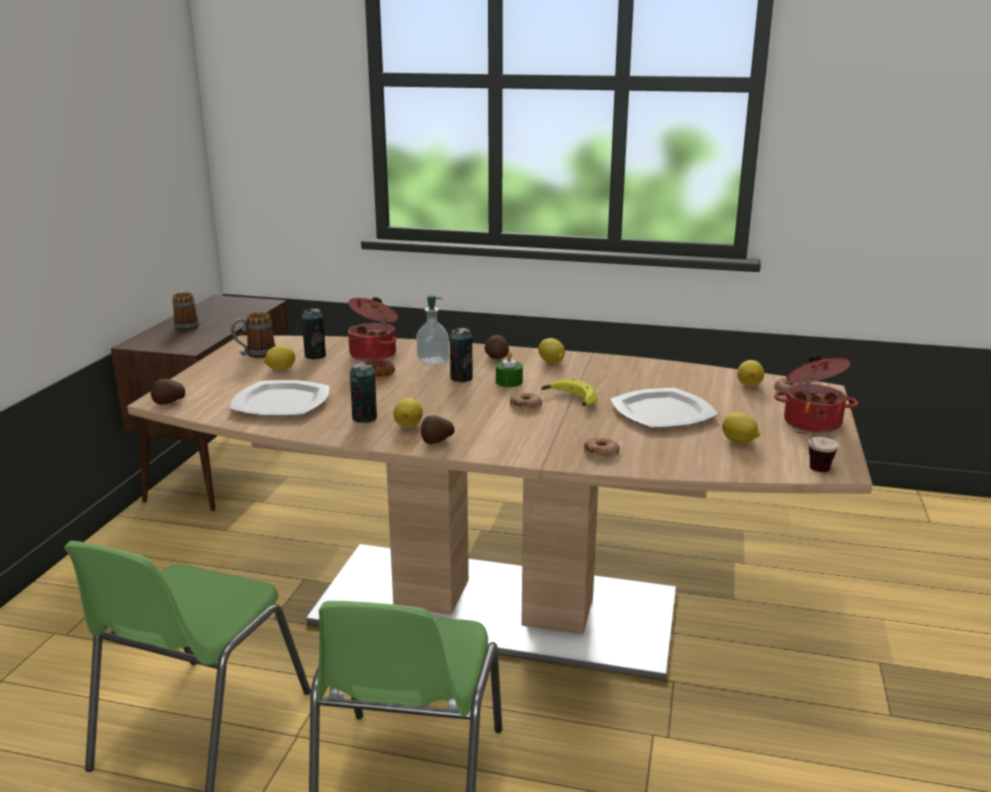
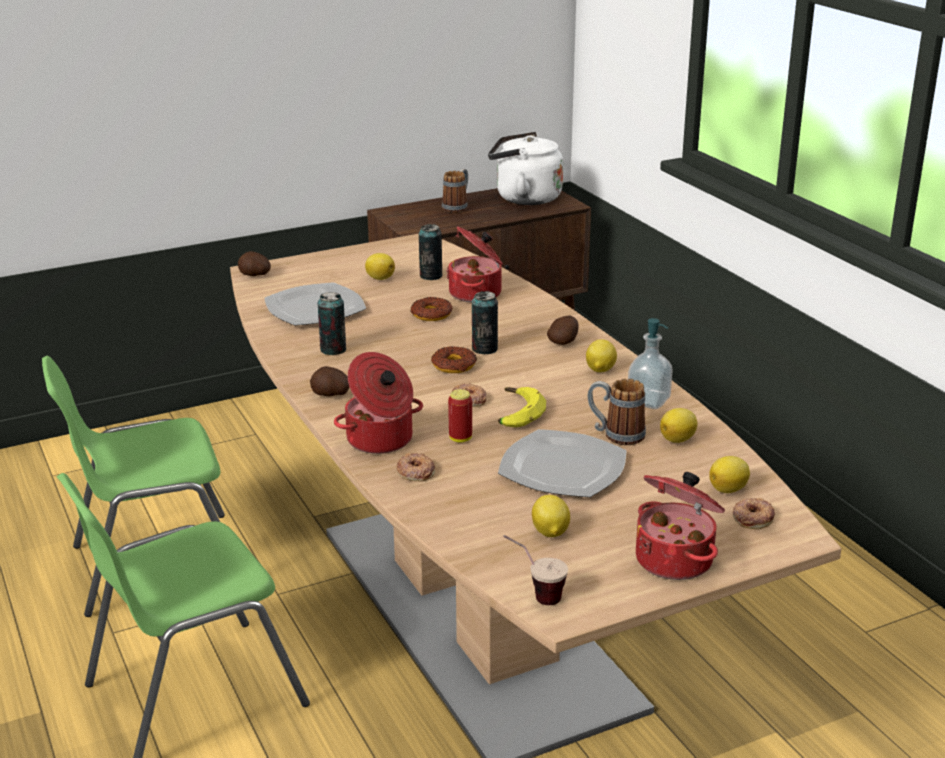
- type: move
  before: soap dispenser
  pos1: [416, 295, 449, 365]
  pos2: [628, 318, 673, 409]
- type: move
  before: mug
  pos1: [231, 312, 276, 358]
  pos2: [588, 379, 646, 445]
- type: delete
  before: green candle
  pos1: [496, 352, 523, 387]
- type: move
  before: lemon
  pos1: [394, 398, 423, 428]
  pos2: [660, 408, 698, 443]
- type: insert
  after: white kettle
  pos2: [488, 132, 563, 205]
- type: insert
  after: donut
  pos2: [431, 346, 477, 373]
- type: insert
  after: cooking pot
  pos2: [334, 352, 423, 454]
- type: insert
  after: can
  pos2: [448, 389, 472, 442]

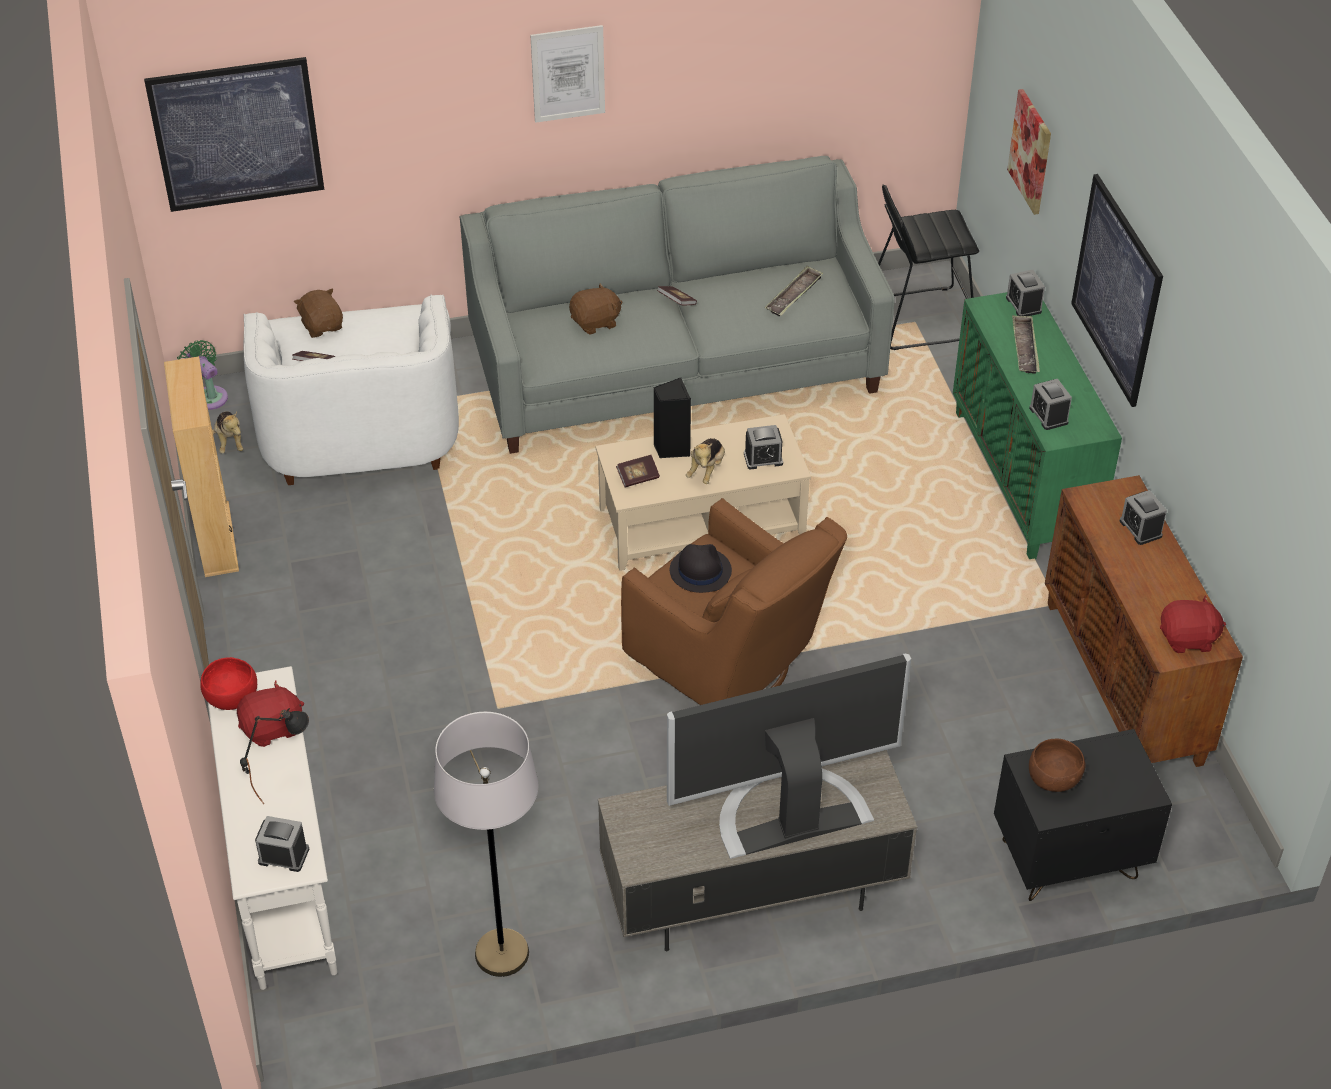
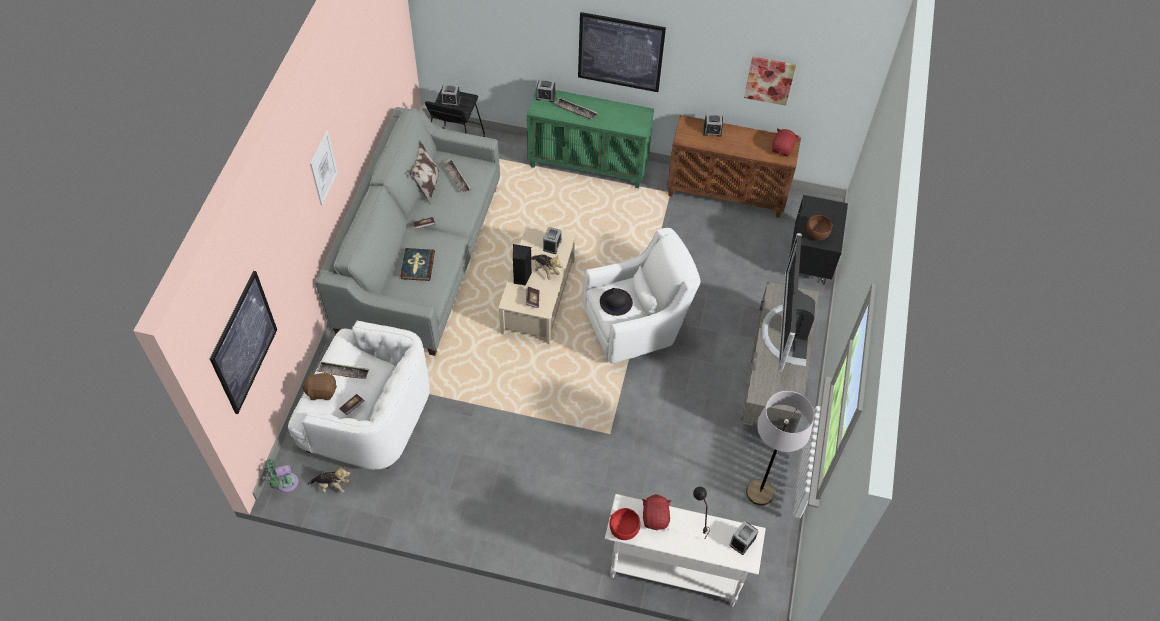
- type: move
  before: picture
  pos1: [1007, 89, 1051, 215]
  pos2: [744, 56, 796, 106]
- type: replace
  before: brown plush toy
  after: book
  pos1: [569, 283, 622, 335]
  pos2: [400, 248, 435, 281]
- type: delete
  before: beige bookcase
  pos1: [164, 356, 239, 577]
- type: move
  before: alarm clock
  pos1: [1029, 379, 1072, 430]
  pos2: [441, 84, 461, 107]
- type: recolor
  before: brown armchair
  after: white armchair
  pos1: [621, 498, 847, 705]
  pos2: [583, 228, 701, 364]
- type: insert
  after: pillow
  pos2: [410, 142, 439, 204]
- type: insert
  after: tray
  pos2: [316, 361, 369, 379]

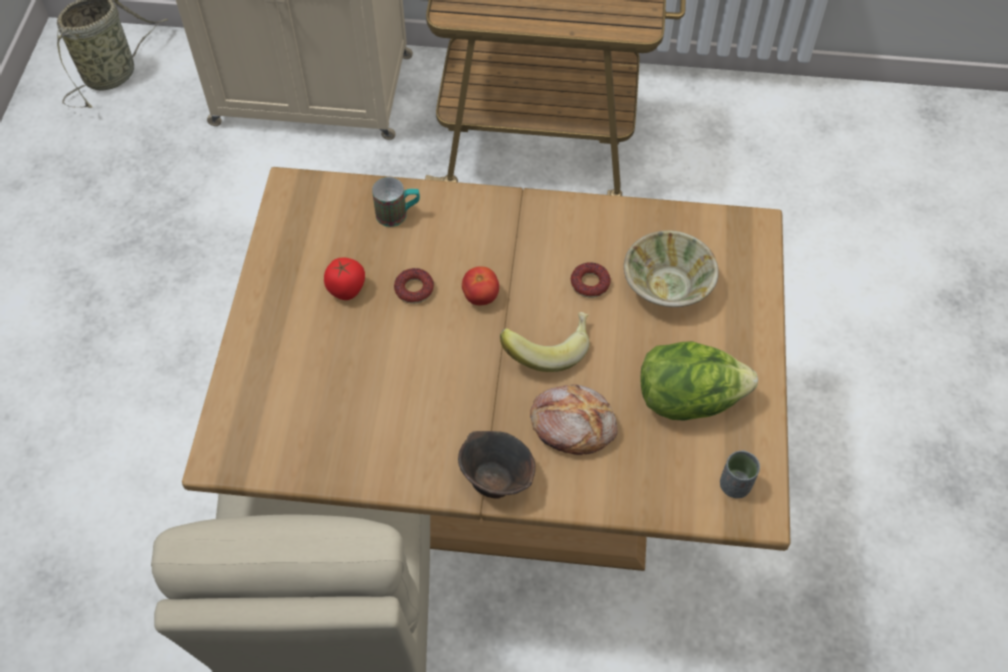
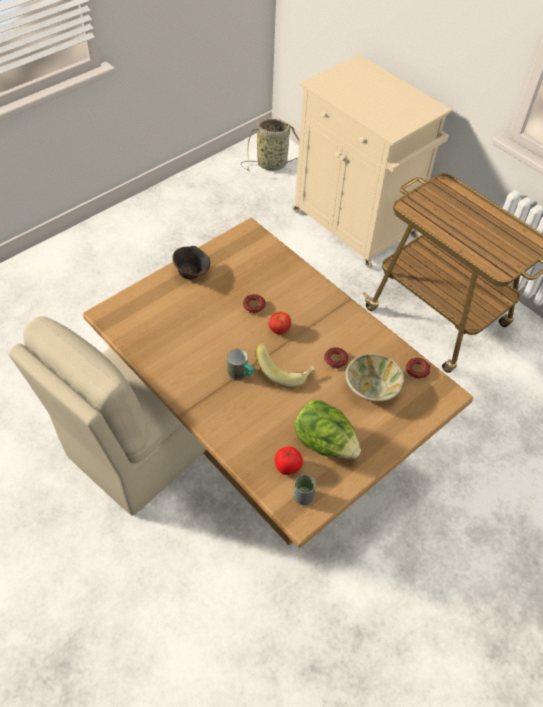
- type: move
  before: mug
  pos1: [372, 177, 420, 227]
  pos2: [227, 349, 254, 381]
- type: move
  before: tomato
  pos1: [324, 258, 365, 300]
  pos2: [275, 446, 303, 475]
- type: delete
  before: bread
  pos1: [530, 384, 618, 455]
- type: move
  before: brown bowl
  pos1: [458, 431, 536, 499]
  pos2: [172, 246, 210, 280]
- type: insert
  after: donut
  pos2: [406, 358, 431, 379]

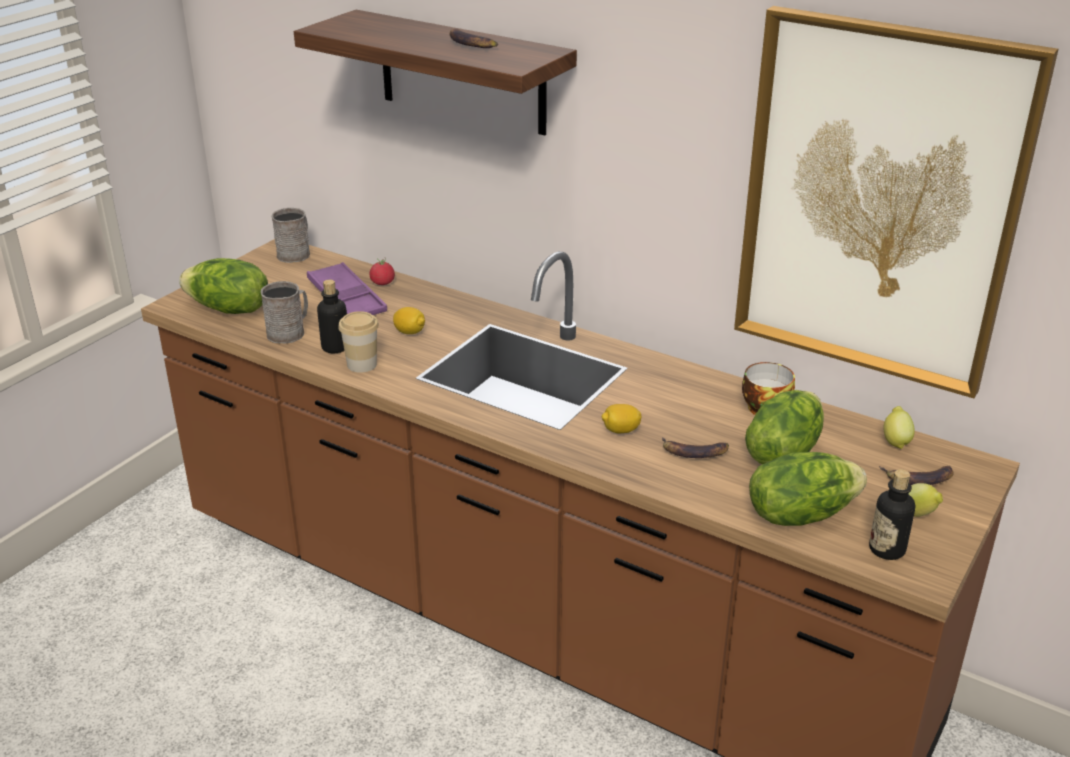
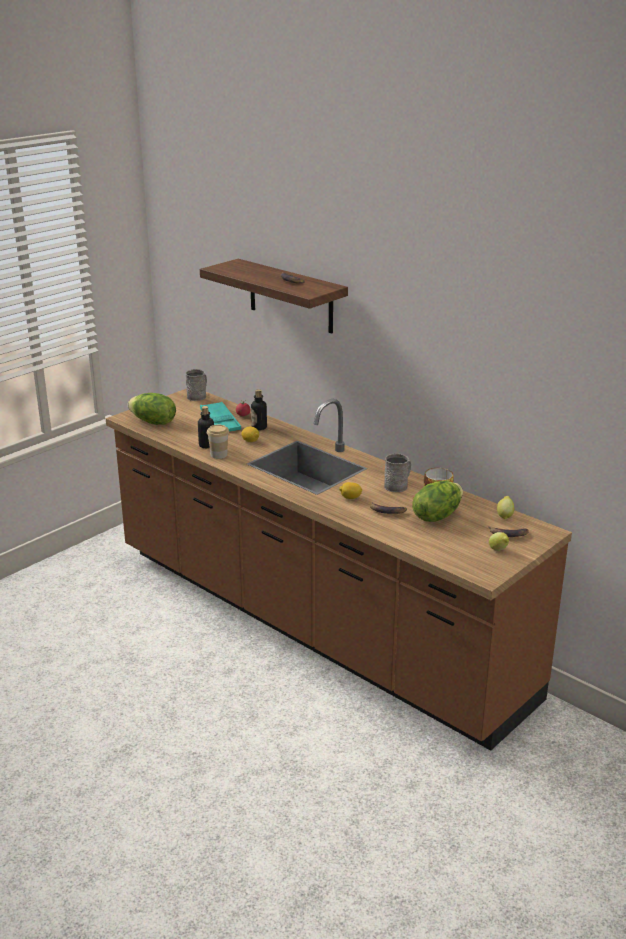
- type: delete
  before: picture
  pos1: [734, 6, 1058, 398]
- type: recolor
  before: purple tray
  after: turquoise tray
  pos1: [307, 262, 387, 315]
  pos2: [200, 402, 241, 432]
- type: move
  before: grey mug
  pos1: [261, 281, 308, 343]
  pos2: [384, 453, 411, 492]
- type: delete
  before: lettuce
  pos1: [749, 452, 867, 526]
- type: move
  before: bottle
  pos1: [869, 469, 916, 560]
  pos2: [251, 389, 267, 430]

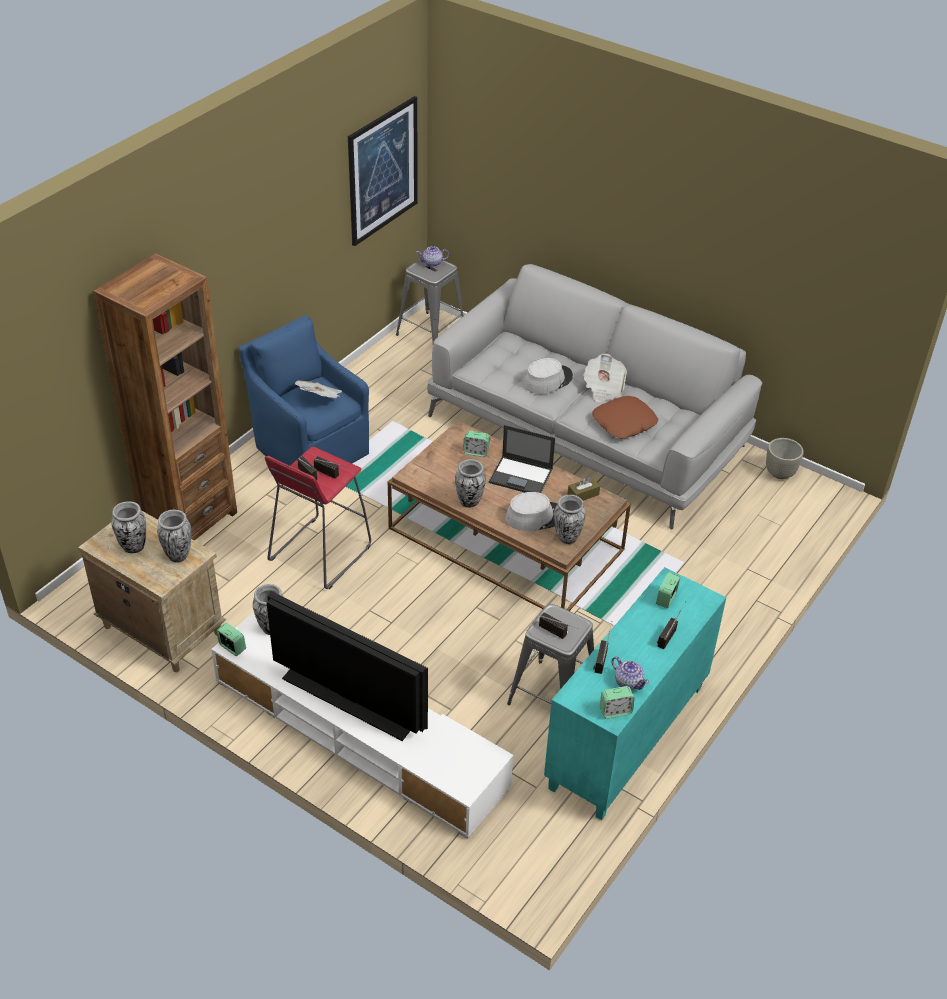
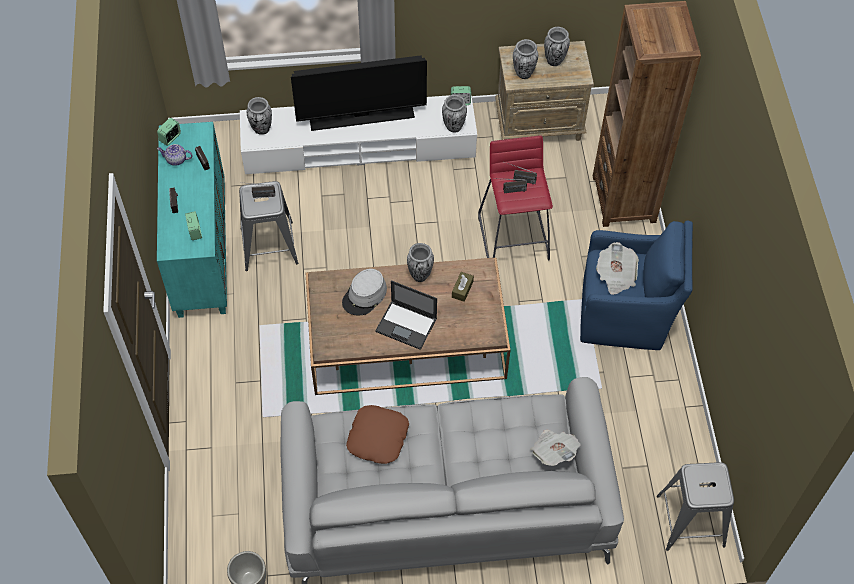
- type: delete
  before: picture
  pos1: [348, 96, 418, 246]
- type: delete
  before: teapot
  pos1: [416, 246, 449, 267]
- type: move
  before: newspaper
  pos1: [583, 354, 627, 402]
  pos2: [530, 430, 581, 466]
- type: delete
  before: grey hat
  pos1: [524, 358, 573, 394]
- type: rotate
  before: laptop
  pos1: [489, 425, 555, 493]
  pos2: [375, 280, 437, 350]
  turn: -135
- type: delete
  before: alarm clock
  pos1: [463, 431, 489, 457]
- type: move
  before: brown tissue box
  pos1: [568, 477, 600, 501]
  pos2: [452, 272, 474, 302]
- type: move
  before: vase
  pos1: [554, 495, 586, 544]
  pos2: [247, 97, 272, 135]

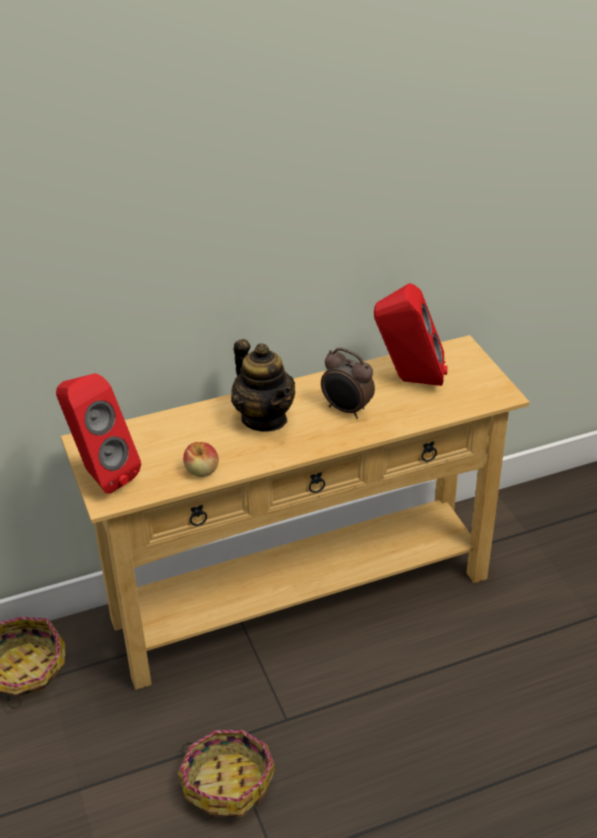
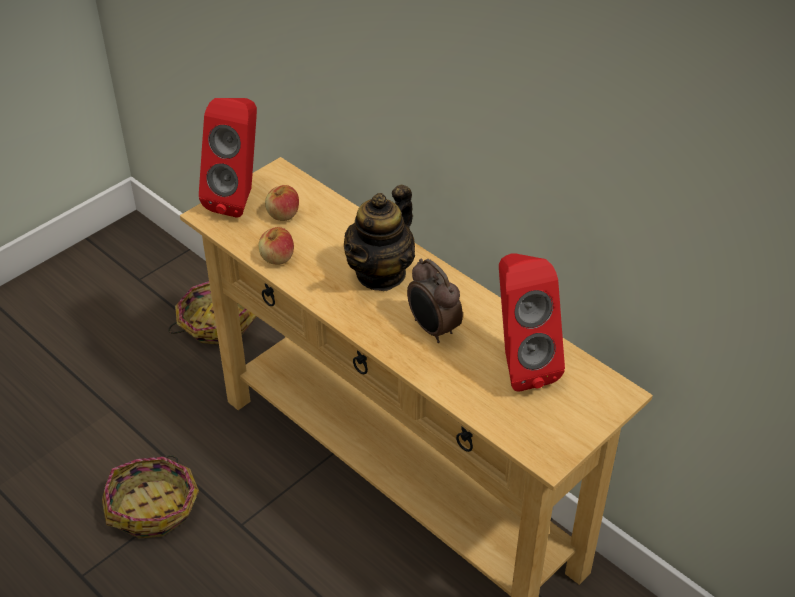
- type: rotate
  before: alarm clock
  pos1: [321, 347, 375, 419]
  pos2: [407, 259, 463, 343]
  turn: -45
- type: insert
  after: apple
  pos2: [265, 185, 299, 221]

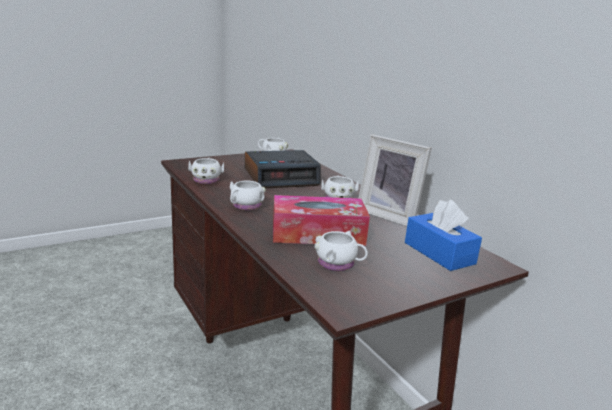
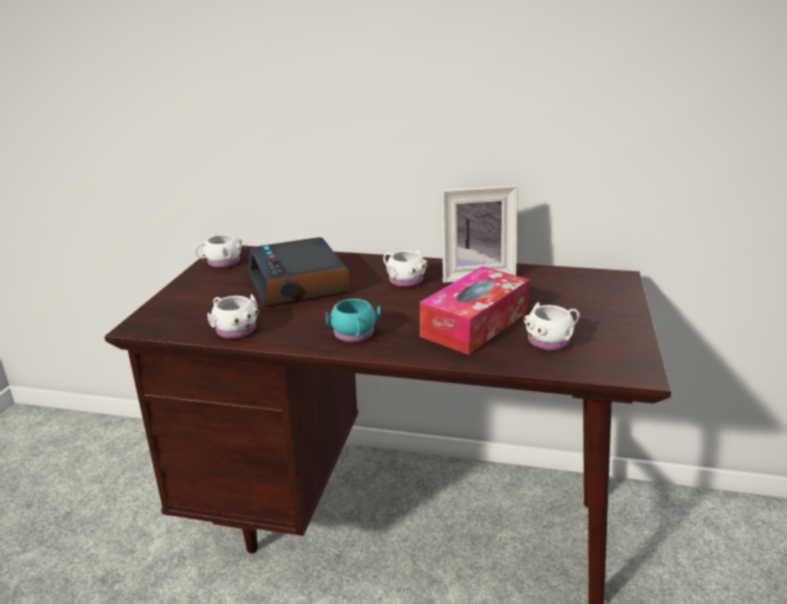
- type: rotate
  before: alarm clock
  pos1: [245, 150, 321, 188]
  pos2: [248, 237, 350, 307]
  turn: 135
- type: recolor
  before: white mug
  after: turquoise mug
  pos1: [230, 181, 266, 210]
  pos2: [326, 299, 380, 342]
- type: delete
  before: blue tissue box
  pos1: [405, 199, 482, 271]

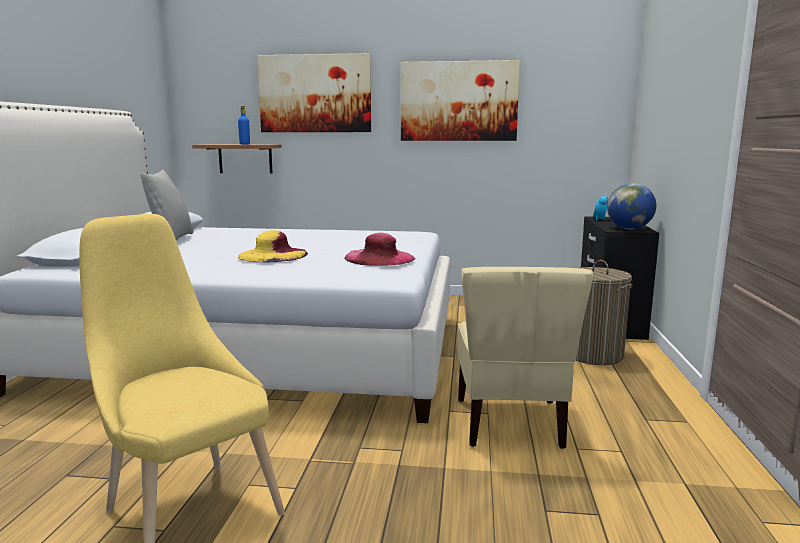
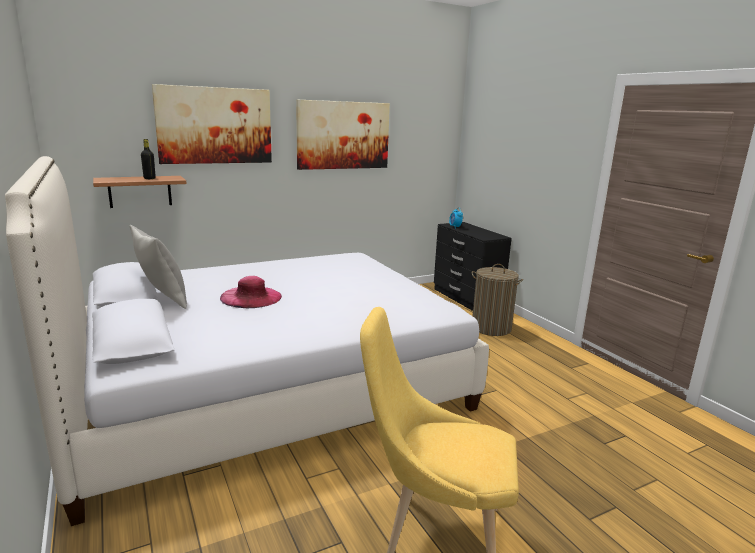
- type: recolor
  before: blue bottle
  after: black bottle
  pos1: [238, 106, 250, 144]
  pos2: [141, 139, 156, 179]
- type: delete
  before: globe
  pos1: [607, 183, 656, 229]
- type: delete
  before: yellow hat
  pos1: [238, 230, 308, 262]
- type: move
  before: pink hat
  pos1: [344, 233, 415, 266]
  pos2: [220, 276, 282, 308]
- type: delete
  before: beige chair
  pos1: [458, 267, 593, 449]

